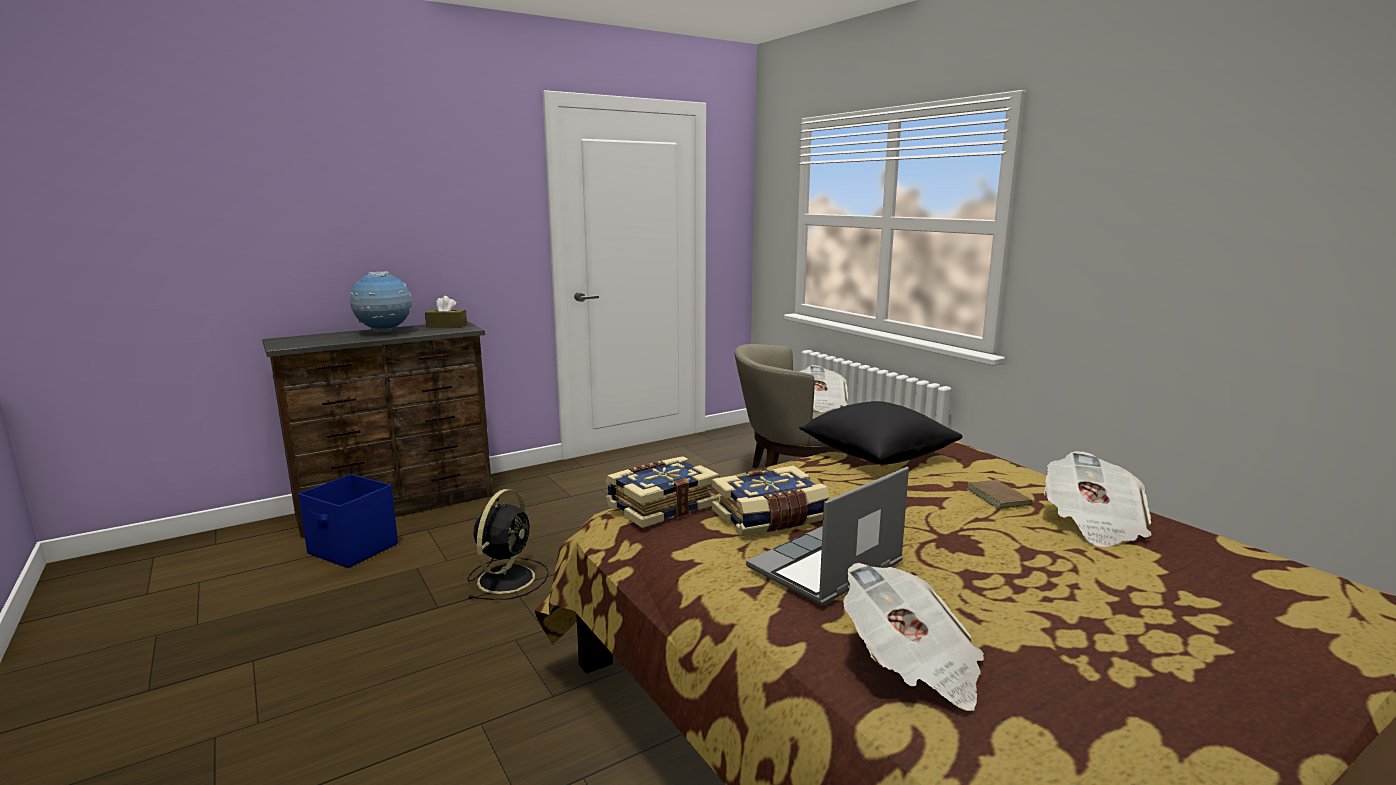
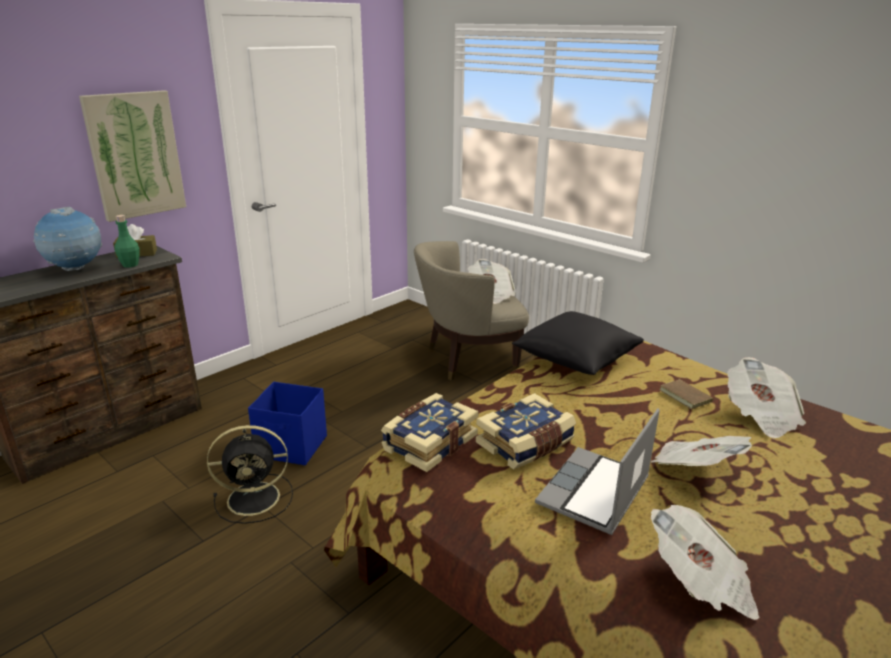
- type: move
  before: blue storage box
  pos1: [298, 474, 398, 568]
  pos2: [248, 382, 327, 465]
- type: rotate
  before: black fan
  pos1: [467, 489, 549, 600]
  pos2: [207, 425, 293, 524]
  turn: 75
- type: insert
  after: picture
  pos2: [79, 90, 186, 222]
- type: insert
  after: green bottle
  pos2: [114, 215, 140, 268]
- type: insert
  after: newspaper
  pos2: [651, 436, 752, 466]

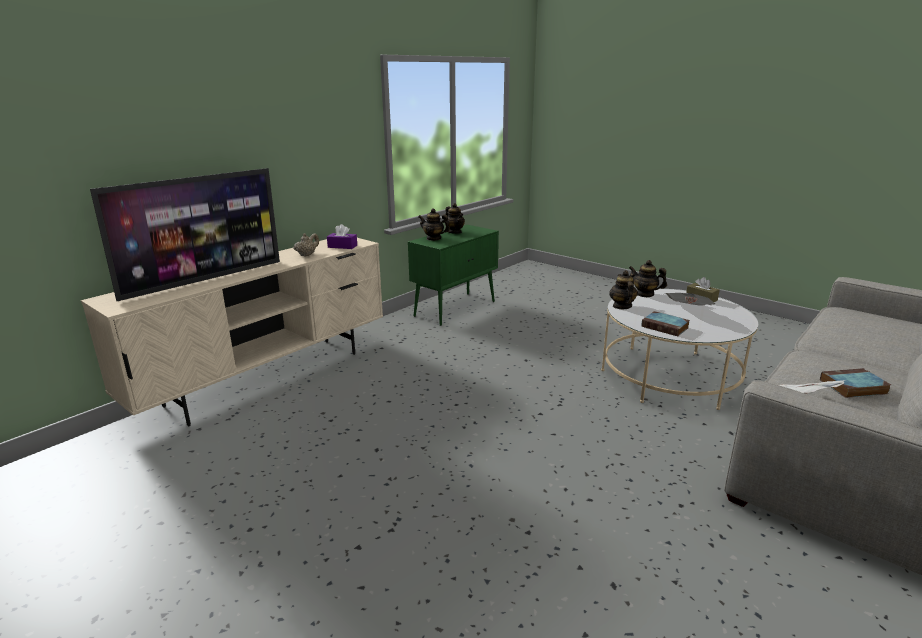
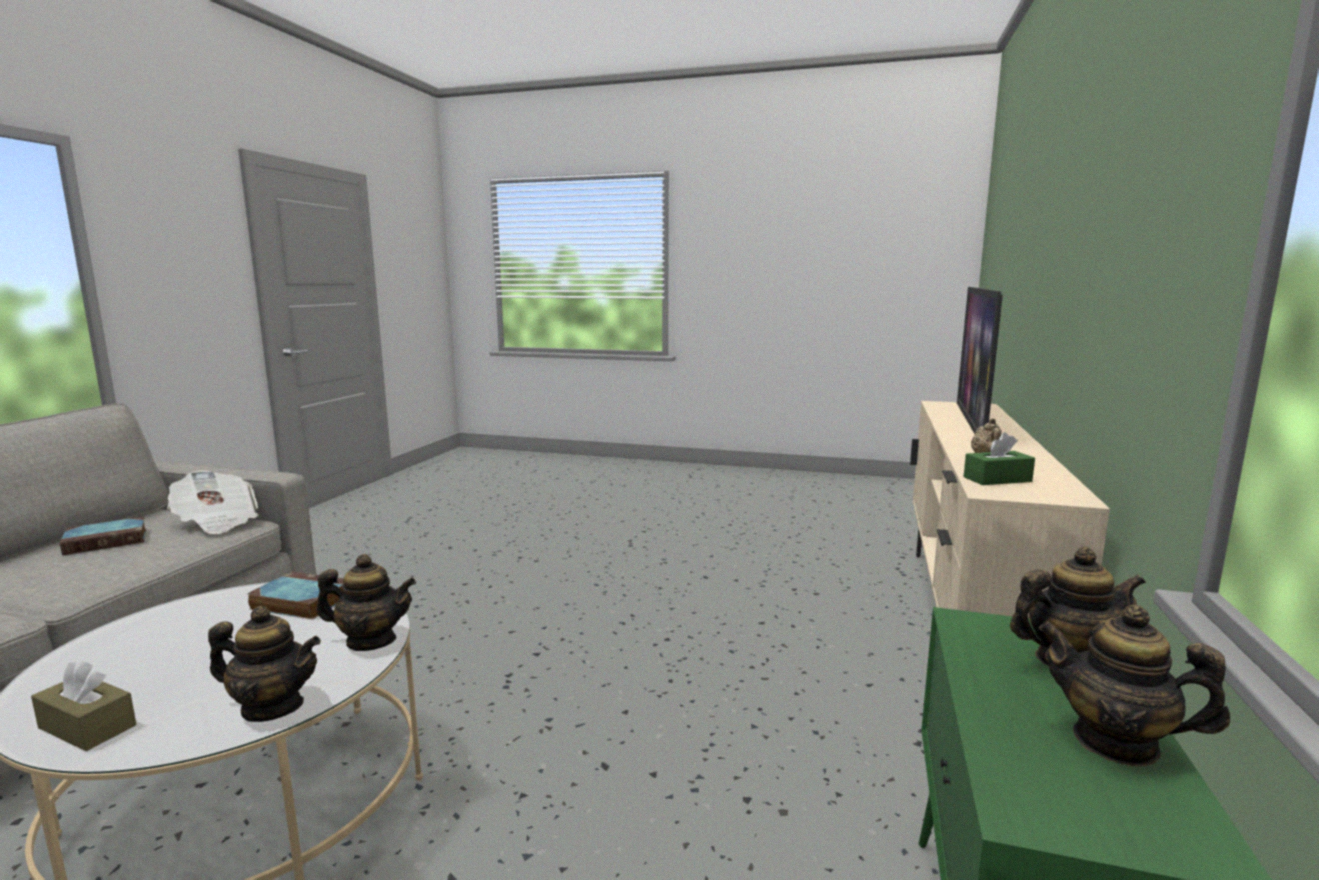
- type: recolor
  before: purple tissue box
  after: green tissue box
  pos1: [327, 224, 357, 249]
  pos2: [964, 432, 1035, 485]
- type: rotate
  before: teapot
  pos1: [609, 270, 638, 309]
  pos2: [316, 554, 416, 651]
  turn: -60
- type: delete
  before: newspaper
  pos1: [665, 293, 715, 306]

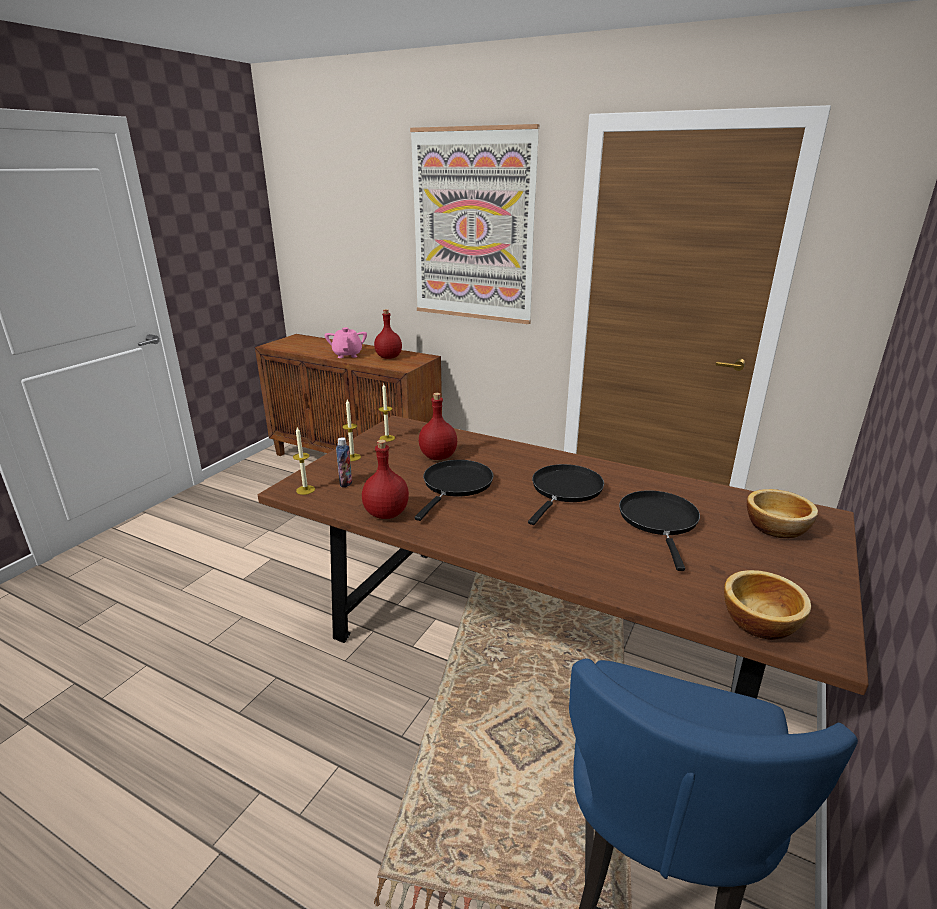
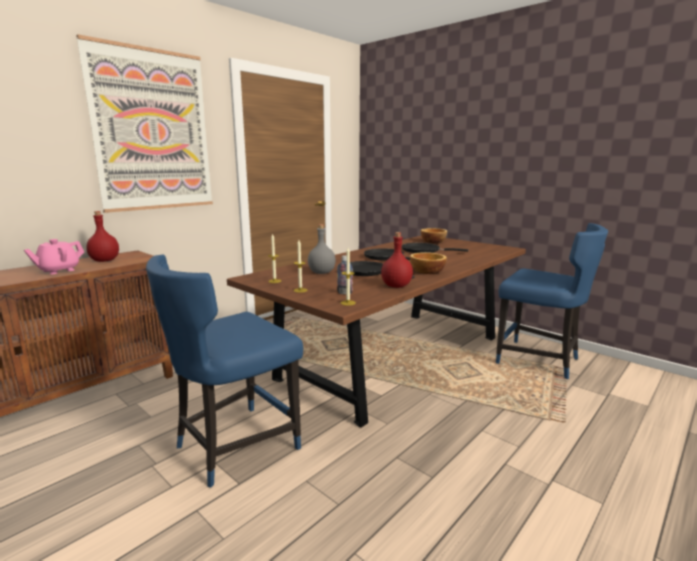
- type: rotate
  before: pink teapot
  pos1: [325, 327, 367, 358]
  pos2: [24, 239, 84, 274]
  turn: -60
- type: recolor
  before: red bottle
  after: grey bottle
  pos1: [419, 393, 457, 460]
  pos2: [308, 224, 336, 274]
- type: move
  before: bowl
  pos1: [724, 570, 811, 640]
  pos2: [410, 252, 447, 274]
- type: insert
  after: blue chair
  pos2: [146, 254, 303, 488]

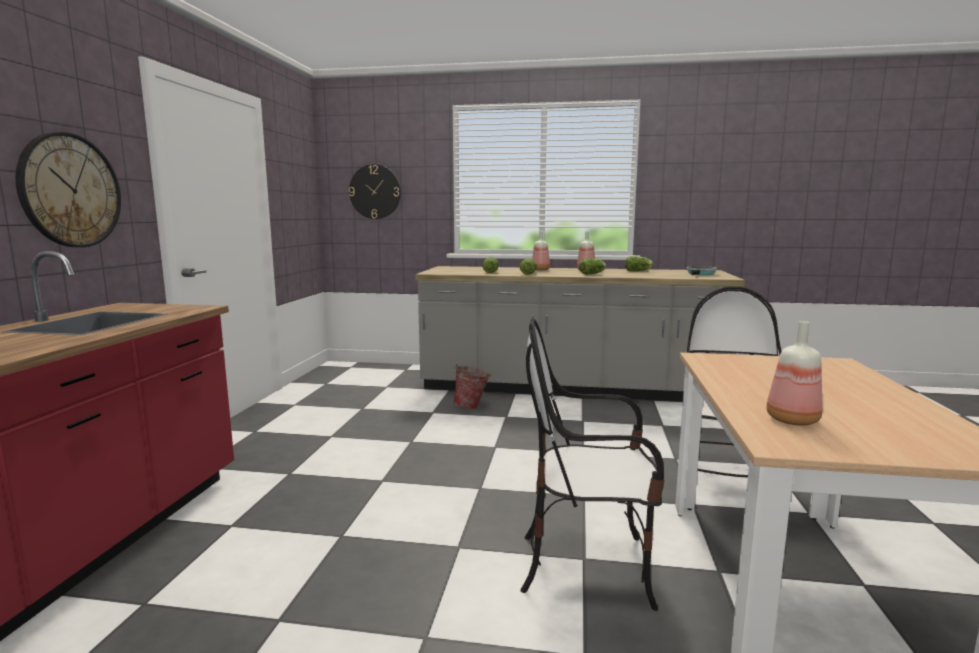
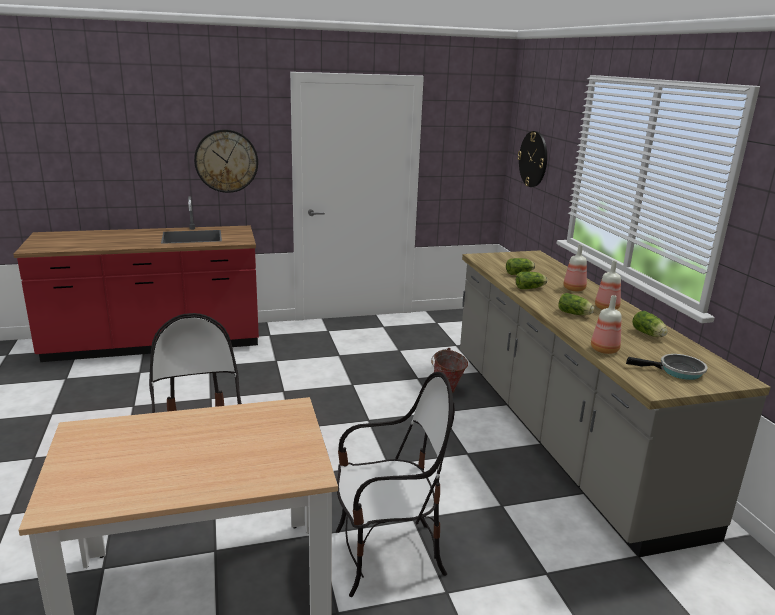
- type: move
  before: bottle
  pos1: [766, 321, 823, 426]
  pos2: [591, 295, 622, 354]

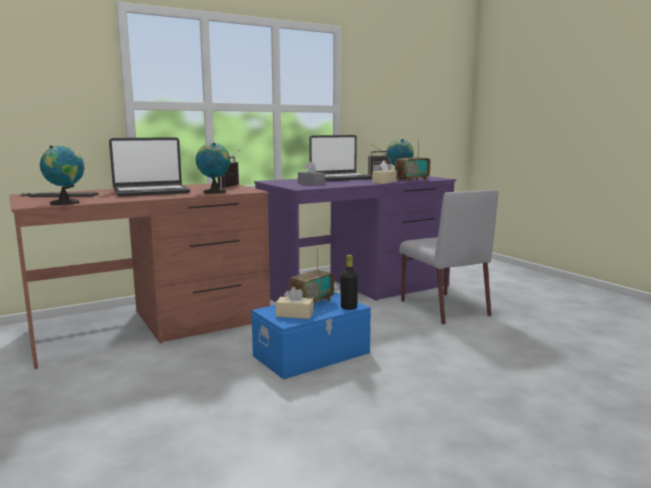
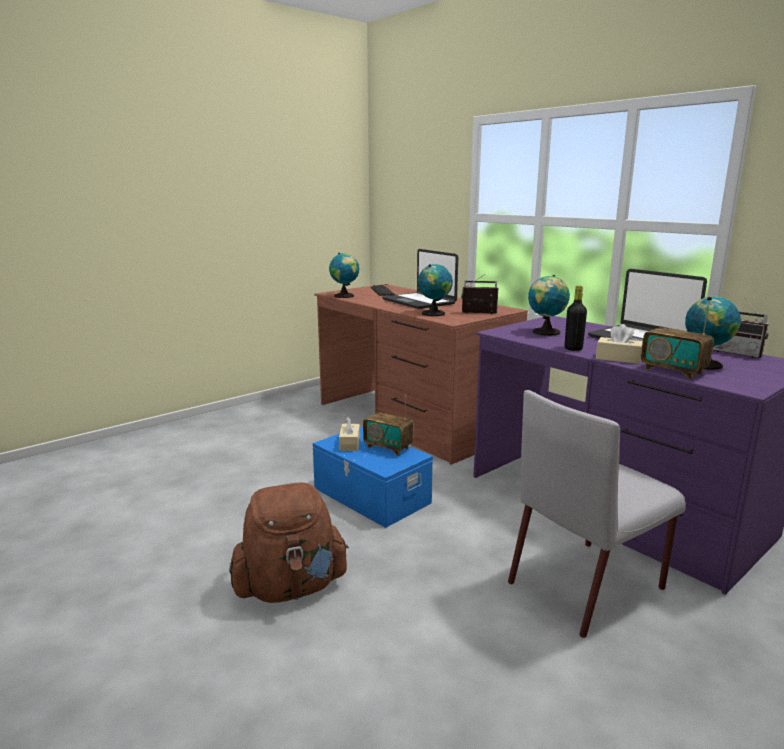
- type: replace
  before: grey tissue box
  after: globe
  pos1: [298, 161, 325, 186]
  pos2: [528, 275, 570, 336]
- type: move
  before: black bottle
  pos1: [340, 255, 358, 310]
  pos2: [565, 286, 587, 351]
- type: insert
  after: brown backpack
  pos2: [229, 482, 349, 603]

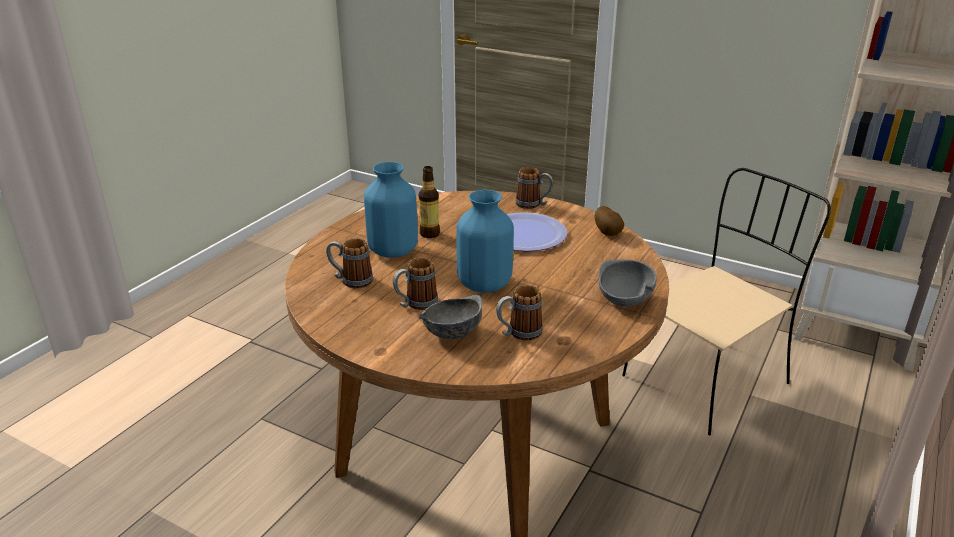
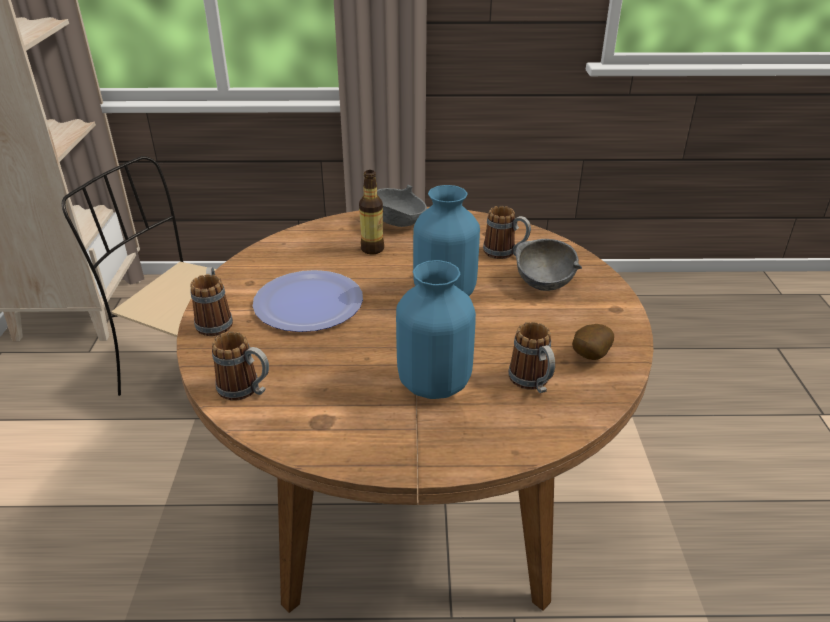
- type: move
  before: bottle
  pos1: [419, 166, 440, 238]
  pos2: [359, 170, 384, 254]
- type: move
  before: potato
  pos1: [595, 206, 624, 236]
  pos2: [572, 324, 614, 360]
- type: move
  before: mug
  pos1: [393, 257, 438, 310]
  pos2: [212, 331, 269, 401]

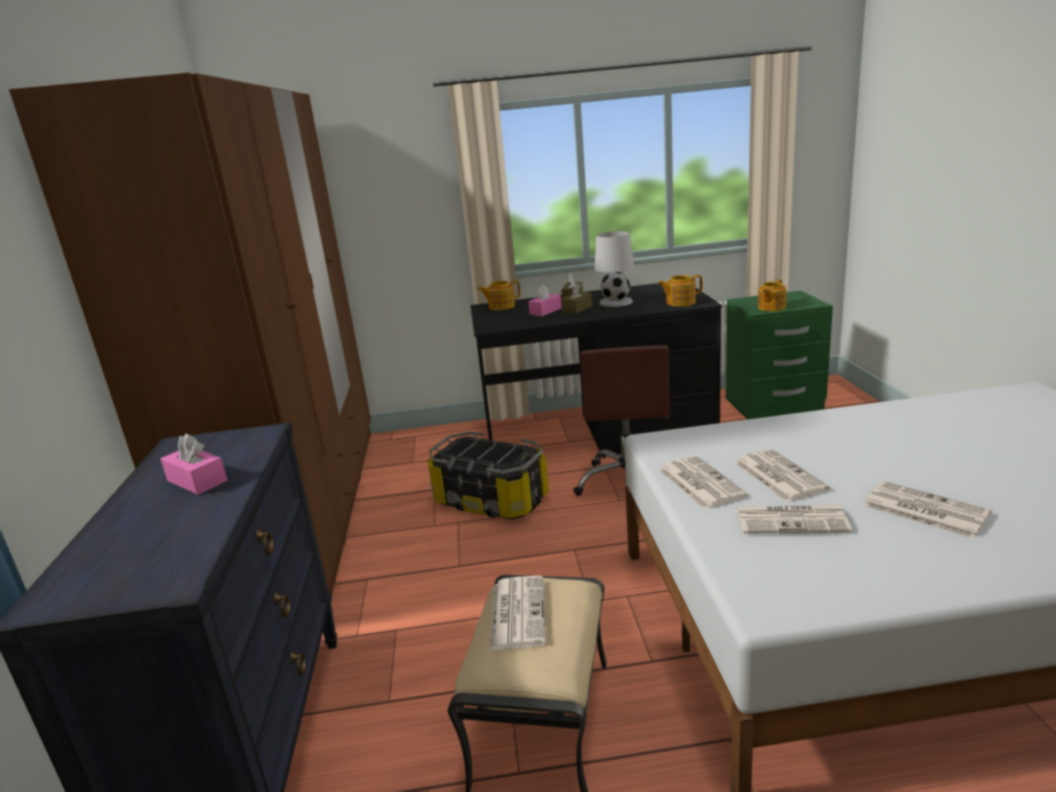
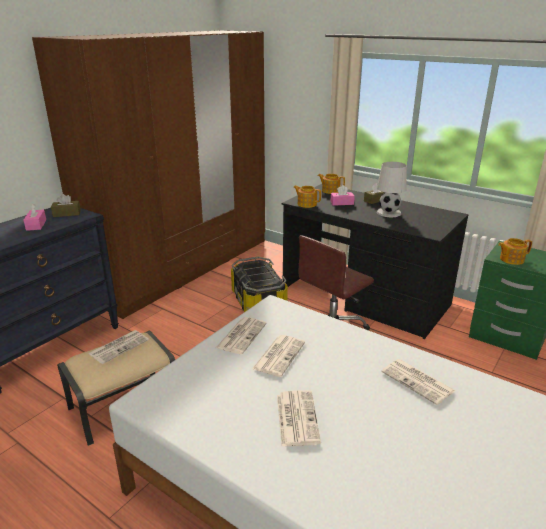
- type: move
  before: teapot
  pos1: [658, 274, 702, 307]
  pos2: [293, 186, 321, 208]
- type: move
  before: brown tissue box
  pos1: [561, 283, 592, 314]
  pos2: [51, 194, 81, 217]
- type: move
  before: newspaper
  pos1: [736, 505, 852, 534]
  pos2: [381, 359, 455, 405]

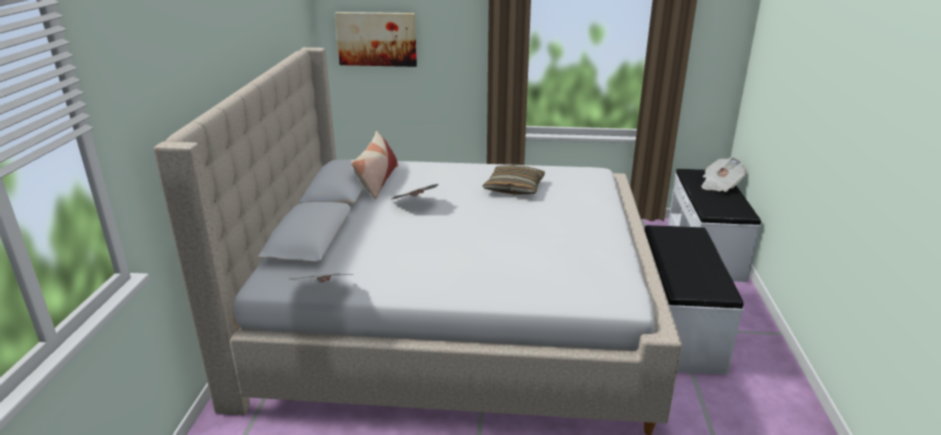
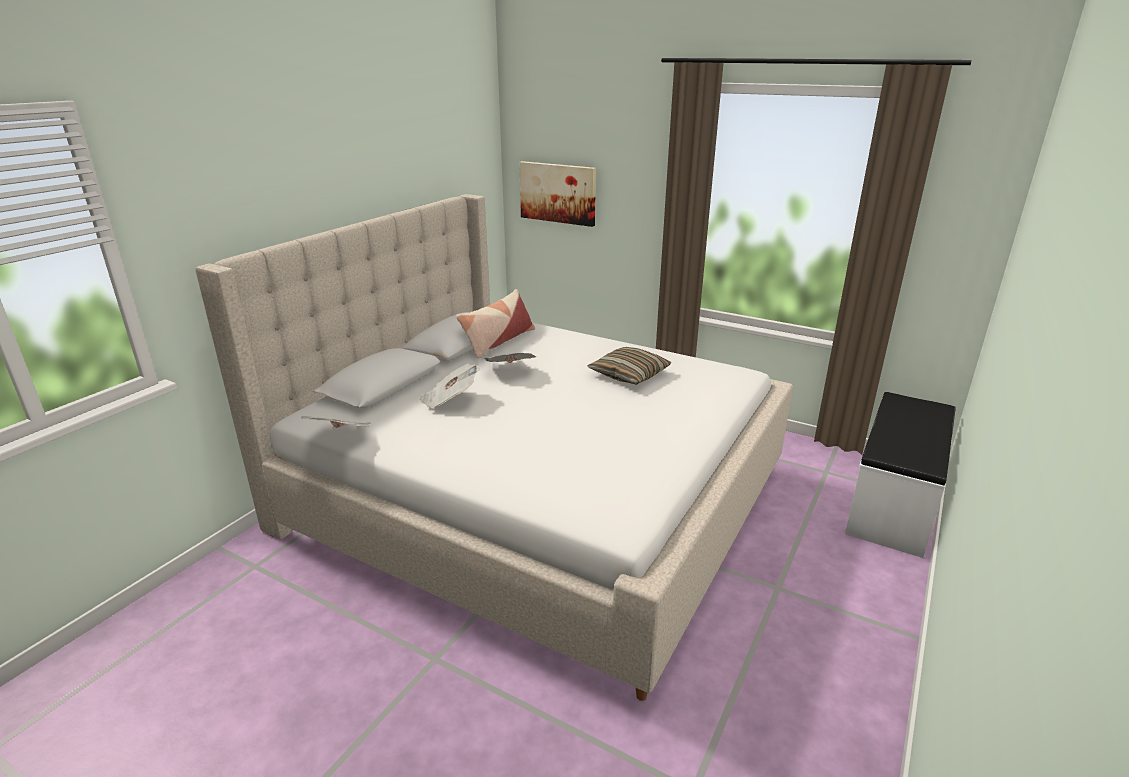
- type: move
  before: newspaper
  pos1: [701, 158, 747, 192]
  pos2: [419, 364, 480, 409]
- type: delete
  before: white bench
  pos1: [645, 225, 744, 375]

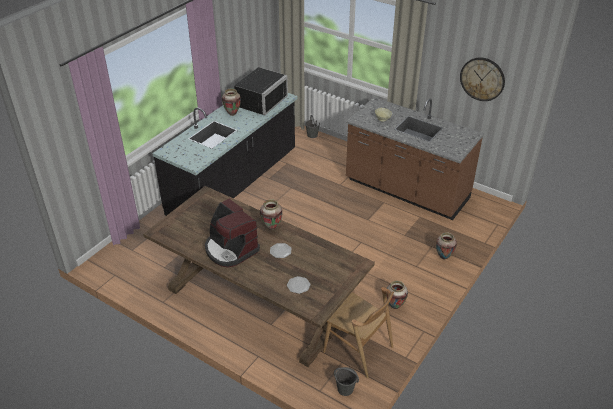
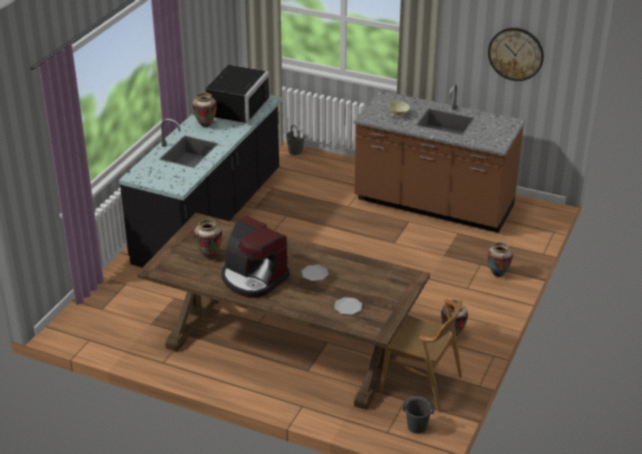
- type: move
  before: vase
  pos1: [260, 199, 283, 230]
  pos2: [194, 219, 222, 258]

